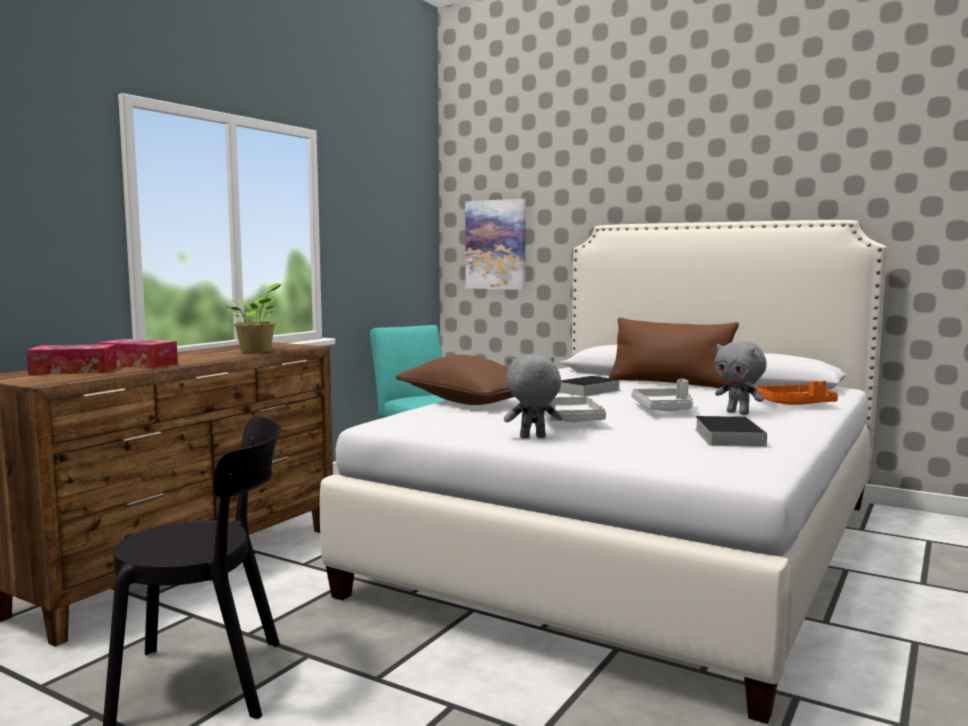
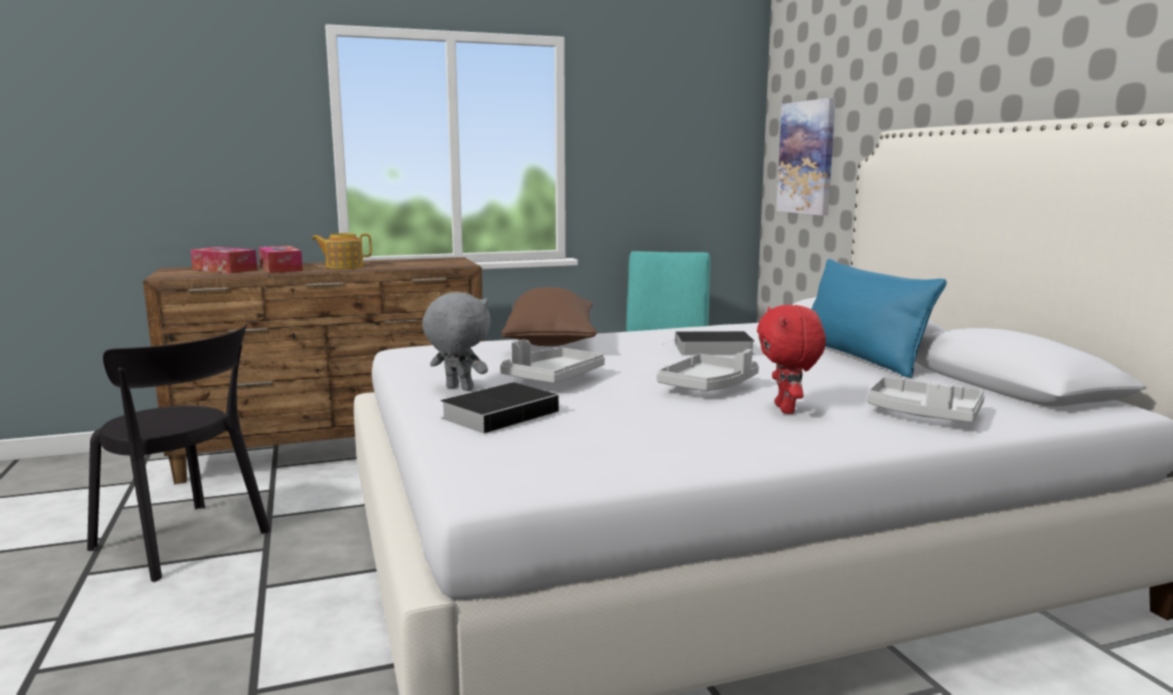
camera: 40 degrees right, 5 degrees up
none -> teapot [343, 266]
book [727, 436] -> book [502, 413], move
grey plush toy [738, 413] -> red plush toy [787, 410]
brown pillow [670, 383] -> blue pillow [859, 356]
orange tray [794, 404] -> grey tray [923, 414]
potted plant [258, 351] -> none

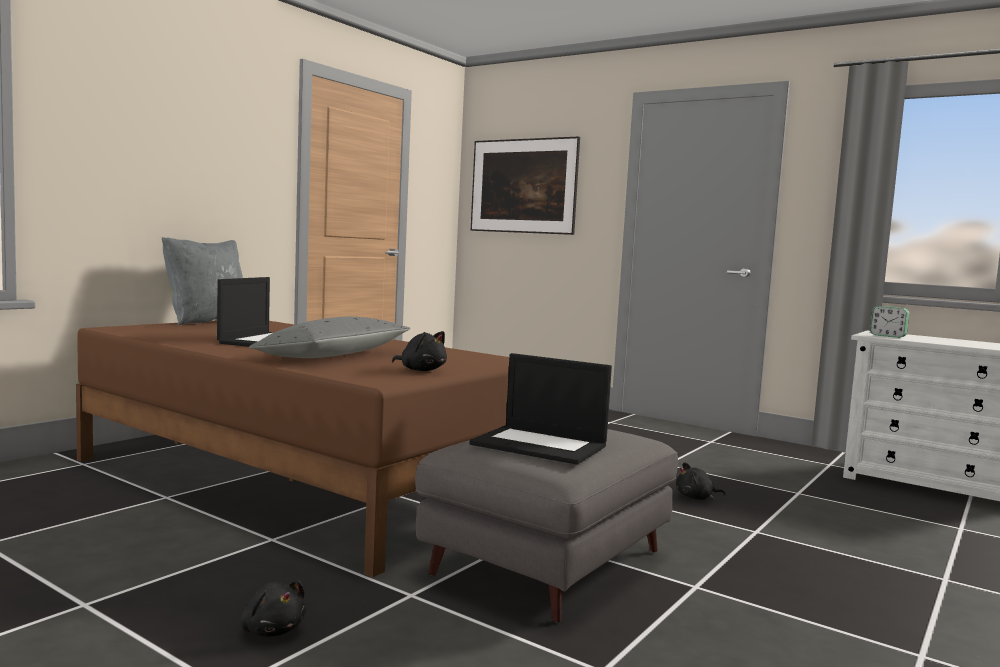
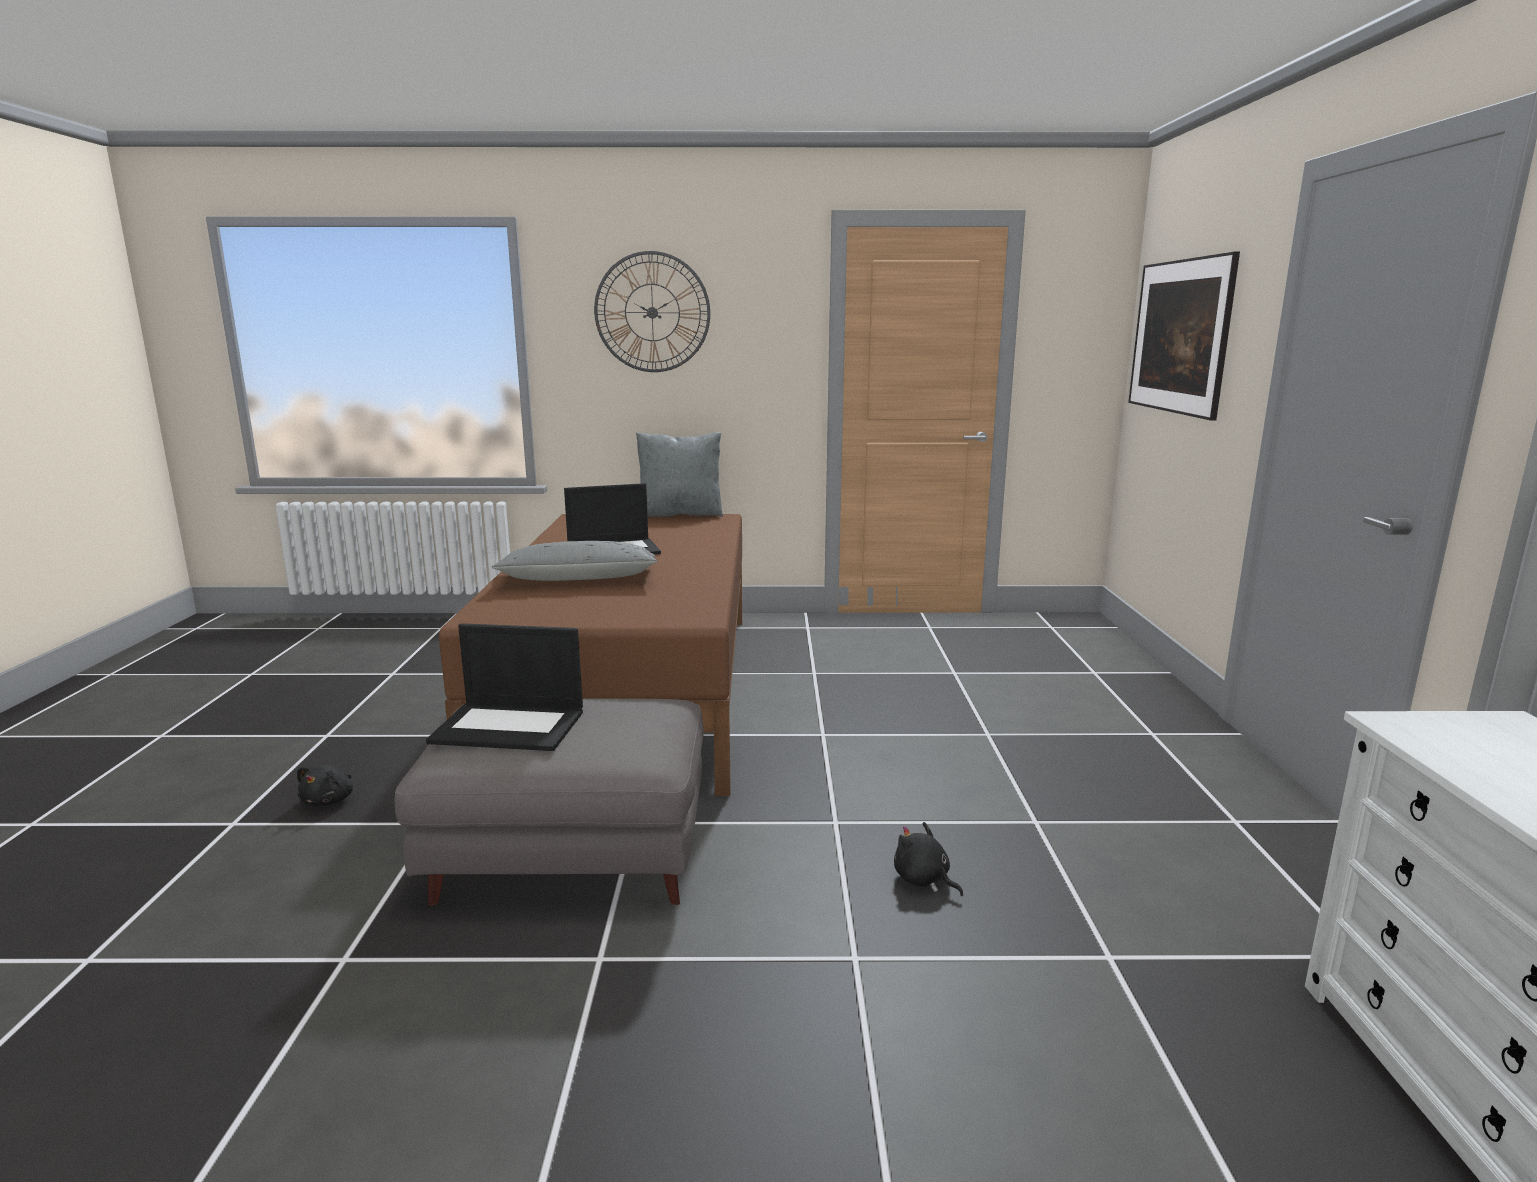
camera: 55 degrees right, 10 degrees up
laptop [541, 445] -> laptop [510, 726], 75 degrees counterclockwise
none -> wall clock [652, 312]
black plush toy [421, 370] -> none
alarm clock [887, 336] -> none

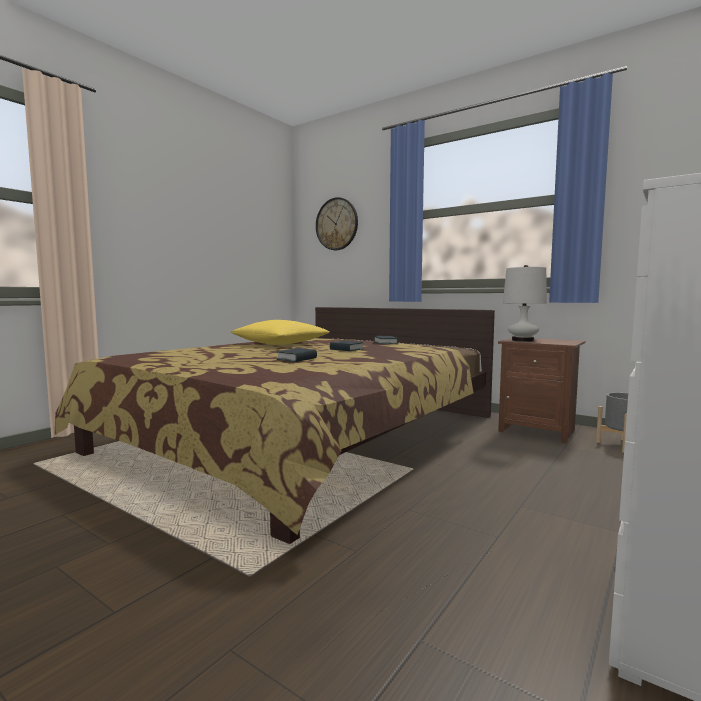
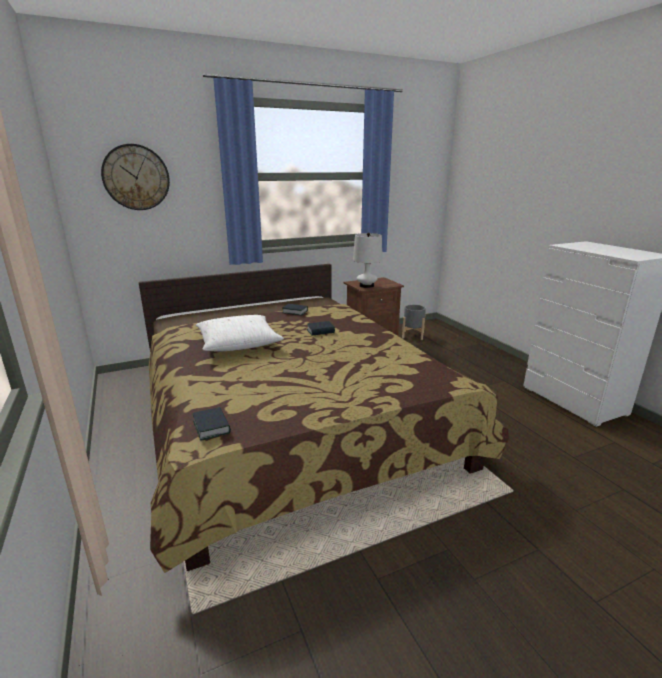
camera: 60 degrees left, 15 degrees up
book [297, 359] -> book [211, 427], move
yellow pillow [281, 344] -> white pillow [238, 343]

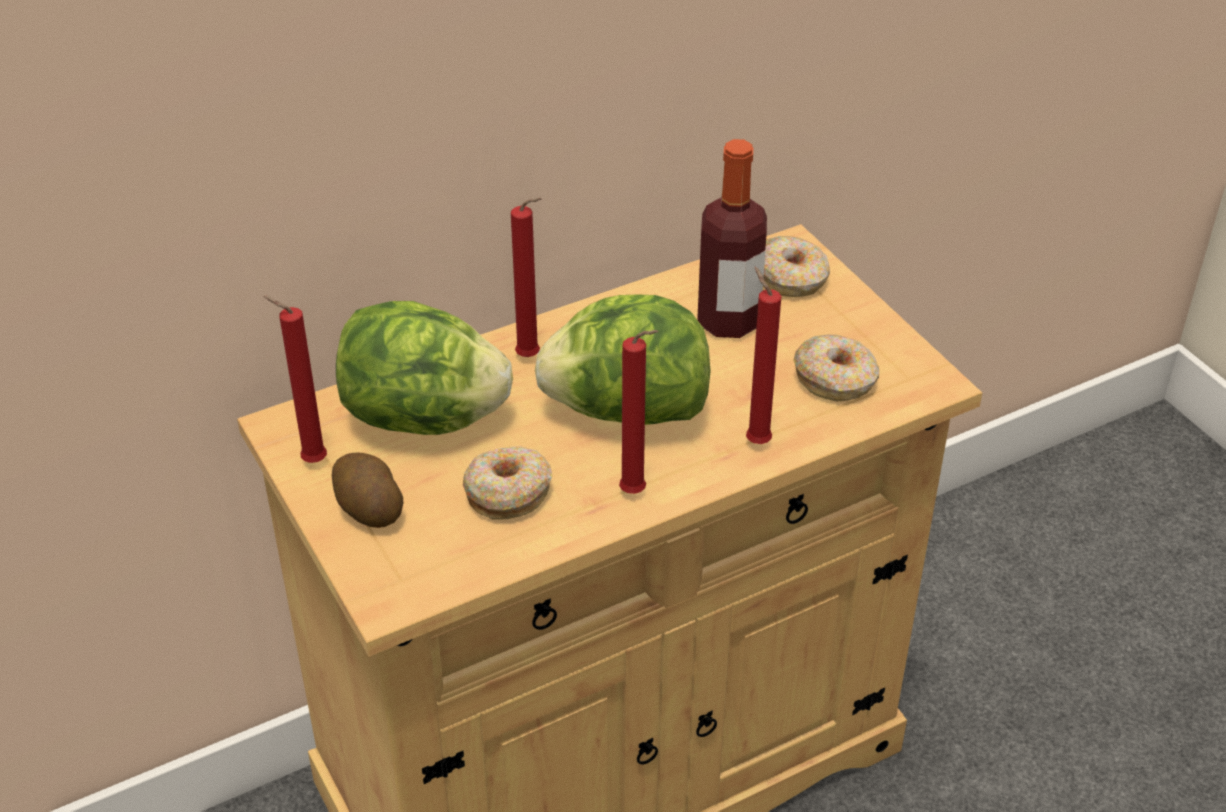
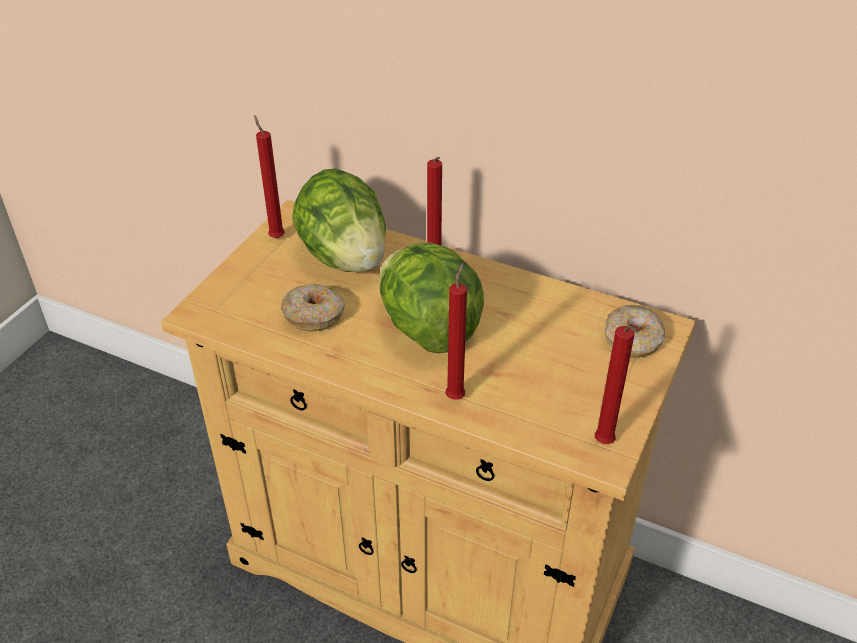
camera: 55 degrees right, 0 degrees up
red candle [636, 494] -> red candle [605, 445], move
potato [368, 508] -> none
bottle [728, 321] -> none
donut [836, 379] -> none

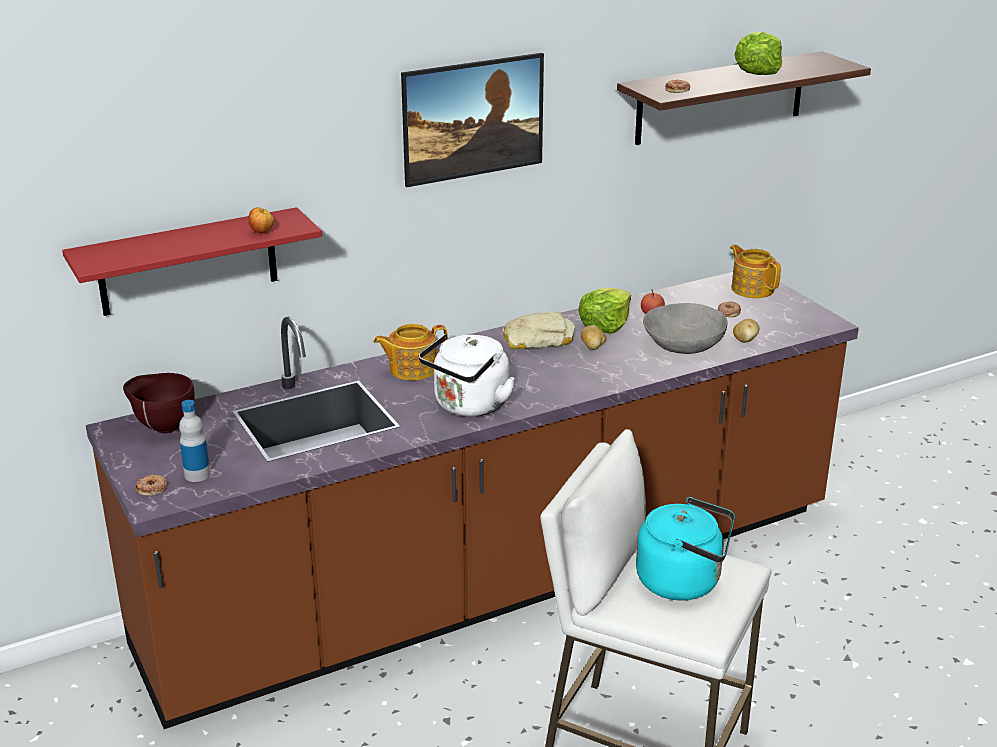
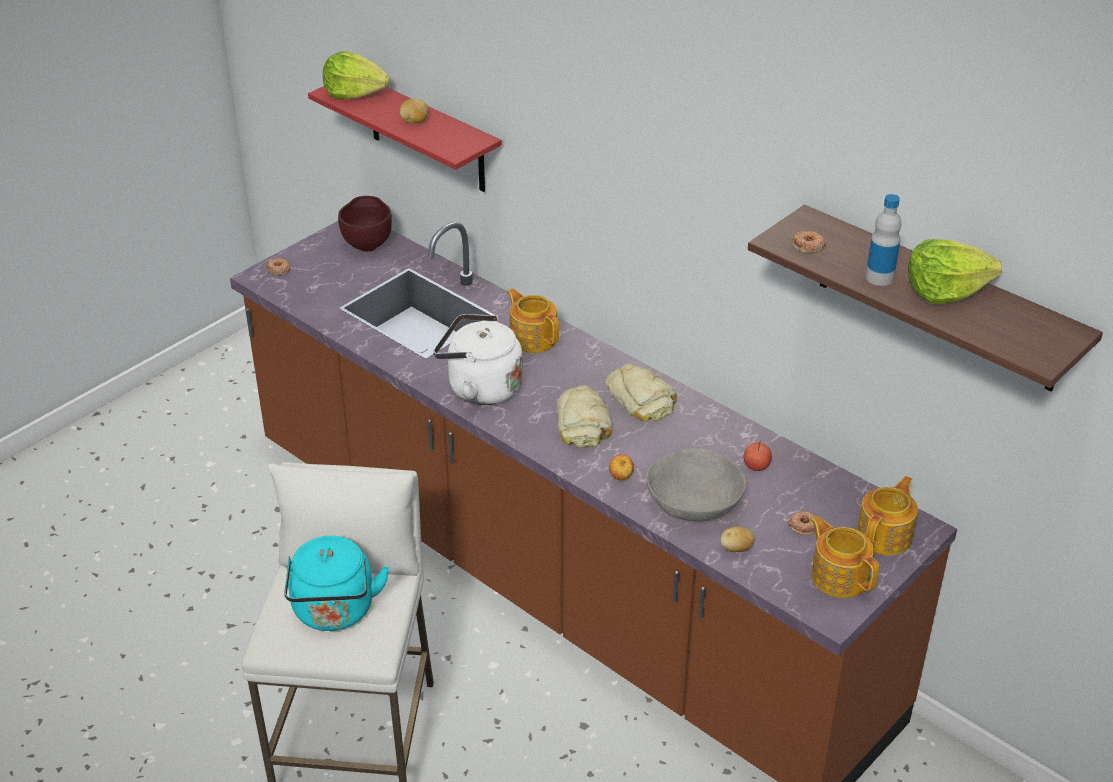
camera: 70 degrees right, 10 degrees up
lettuce [605, 325] -> lettuce [355, 93], move
potato [593, 347] -> potato [414, 122], move
none -> bread [583, 423]
apple [262, 232] -> apple [621, 478], move
none -> teapot [839, 576]
bottle [197, 475] -> bottle [879, 277], move
picture [473, 146] -> none

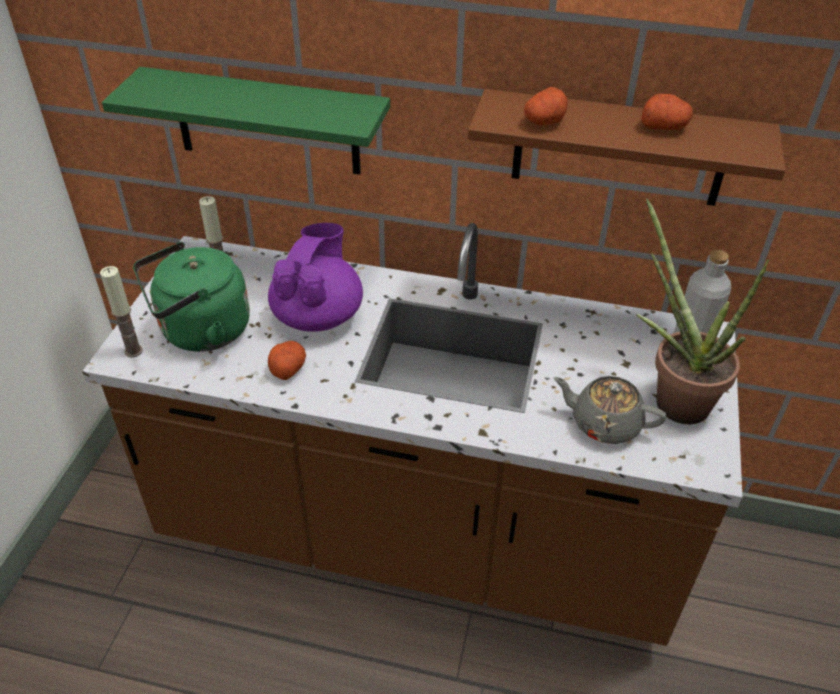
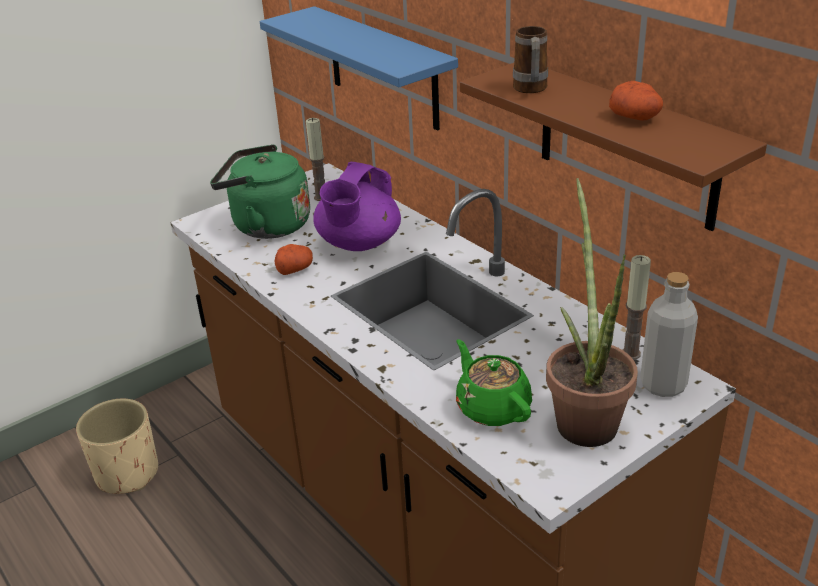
camera: 40 degrees right, 10 degrees down
none -> beige planter [127, 474]
green shelf [267, 122] -> blue shelf [382, 68]
purple teapot [318, 315] -> purple teapot [358, 244], 150 degrees clockwise
grey teapot [604, 423] -> green teapot [492, 407]
potato [544, 122] -> mug [530, 90]
candle [133, 351] -> candle [631, 354], move

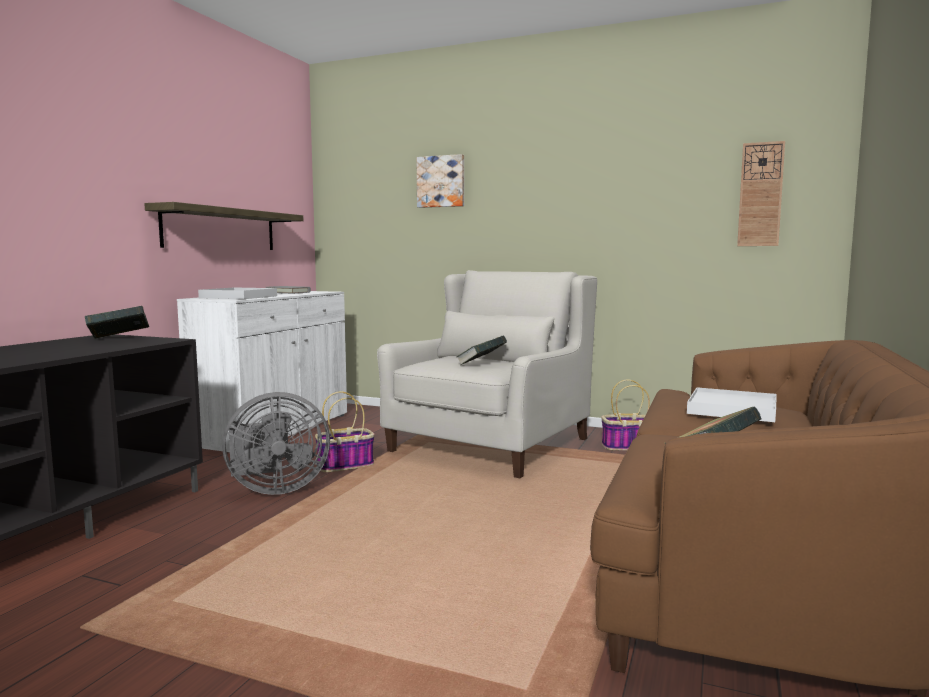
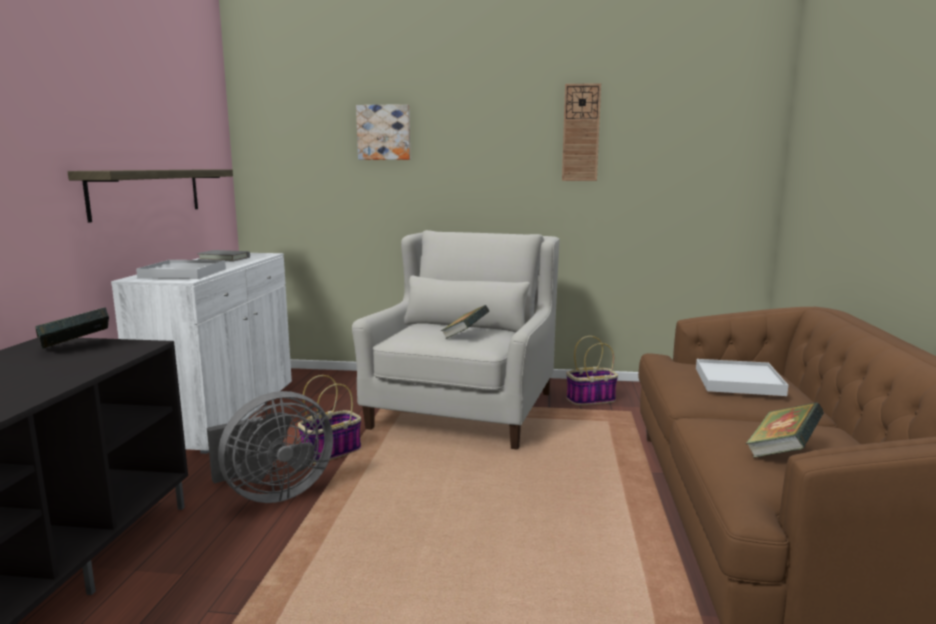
camera: 15 degrees left, 5 degrees up
wall clock [760, 194] -> wall clock [581, 133], move

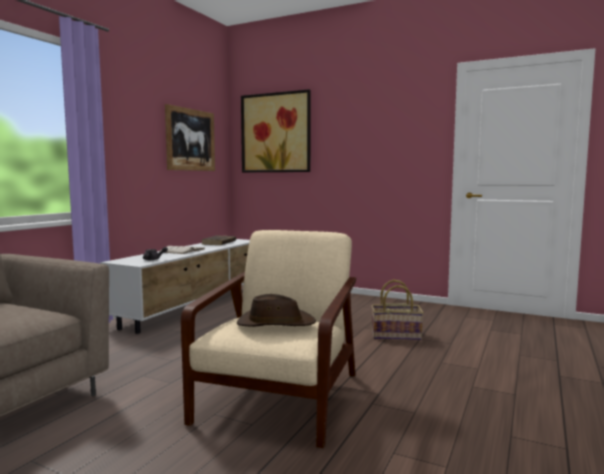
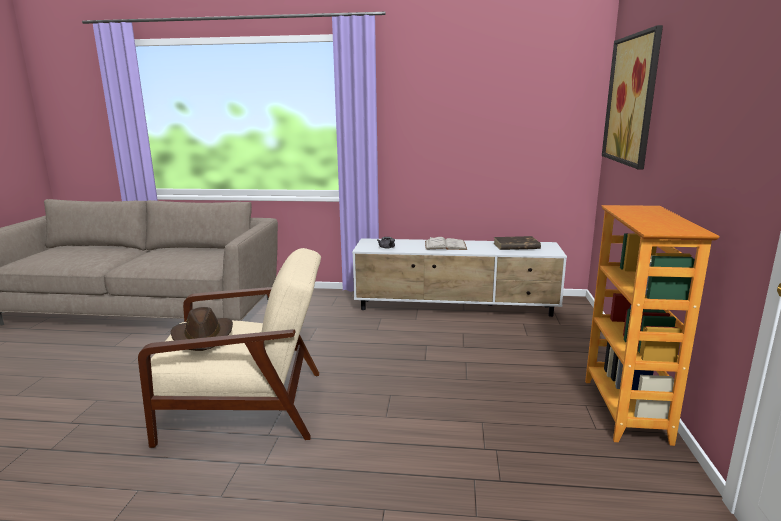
camera: 70 degrees right, 10 degrees up
none -> bookcase [627, 410]
picture [190, 140] -> none
basket [396, 335] -> none

